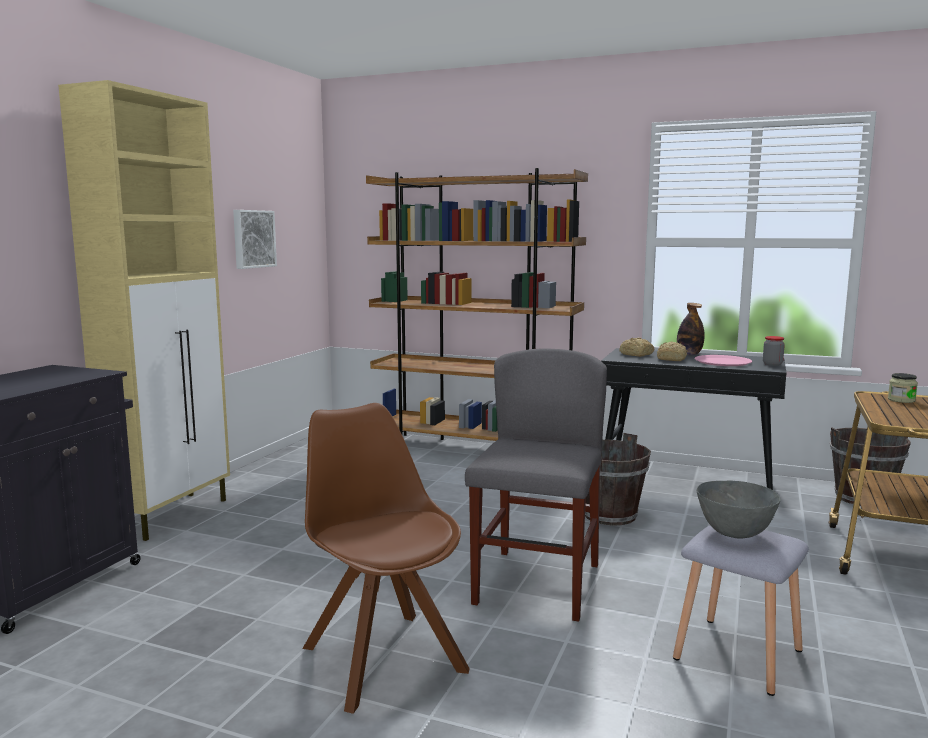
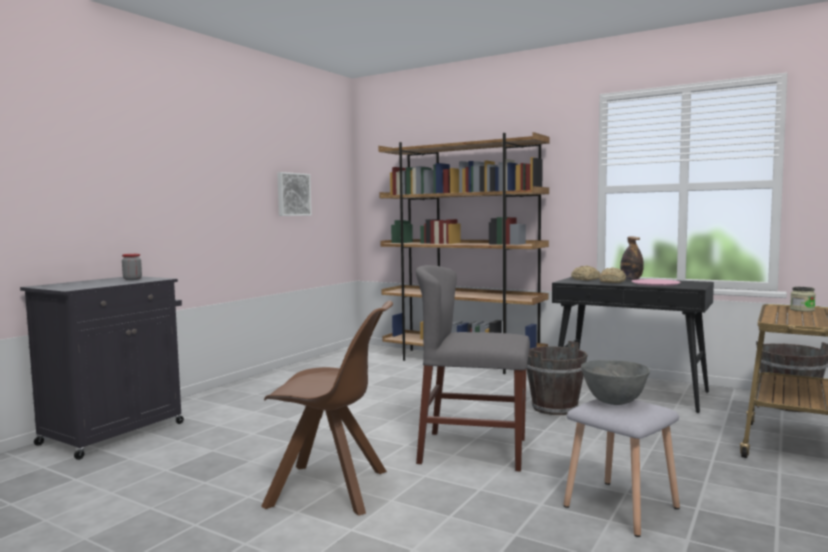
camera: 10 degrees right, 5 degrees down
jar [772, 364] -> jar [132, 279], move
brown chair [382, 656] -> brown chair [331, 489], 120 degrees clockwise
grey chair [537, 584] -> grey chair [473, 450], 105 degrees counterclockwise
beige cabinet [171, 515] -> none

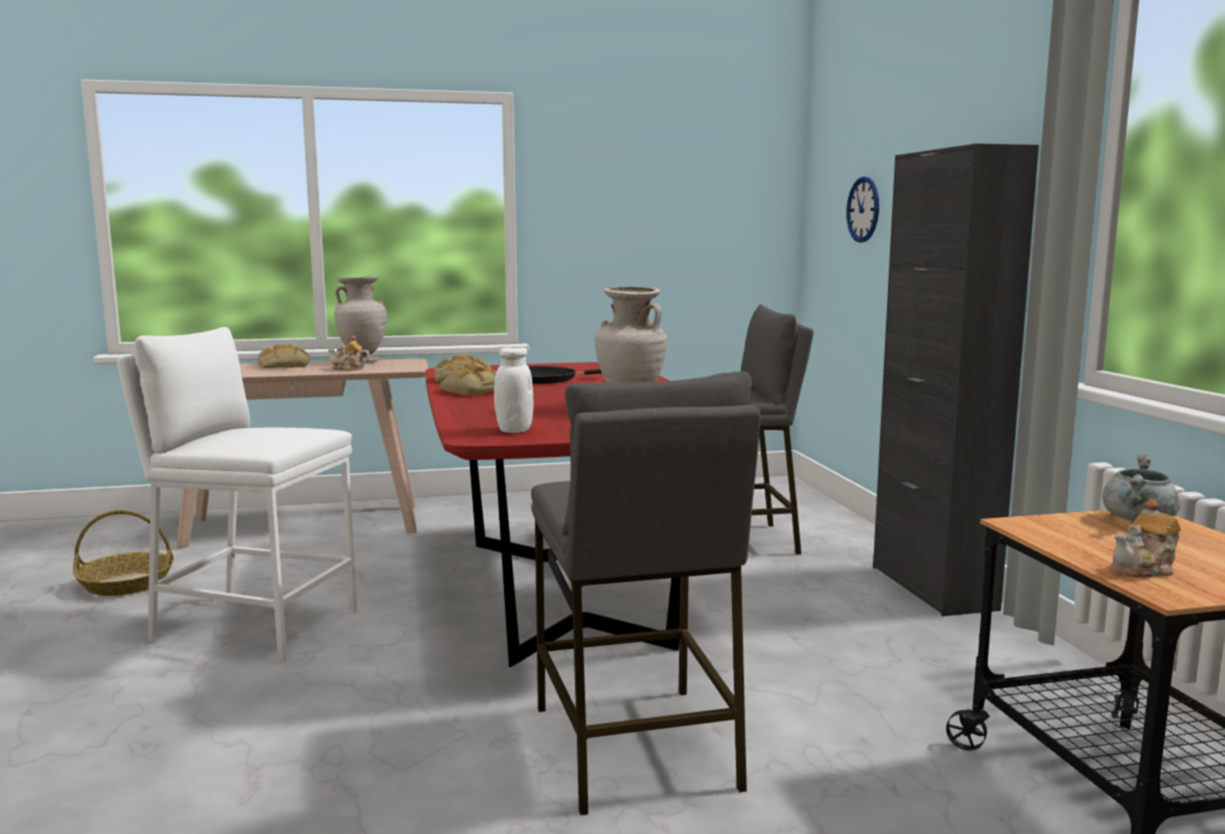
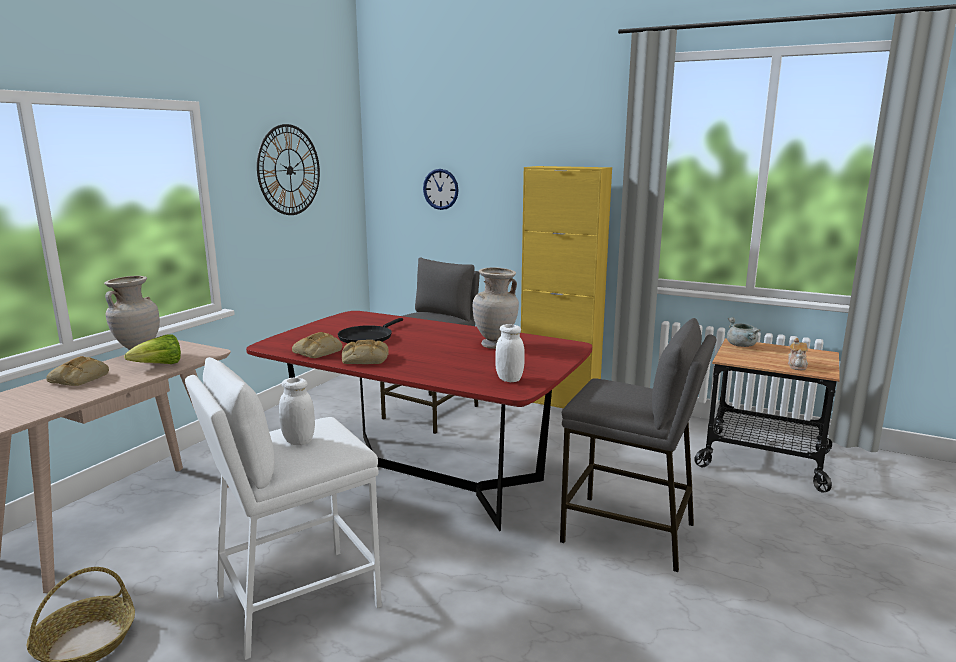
camera: 50 degrees left, 5 degrees up
teapot [348, 369] -> lettuce [159, 365]
none -> wall clock [289, 170]
none -> white jar [298, 441]
black cabinet [933, 588] -> yellow cabinet [559, 402]

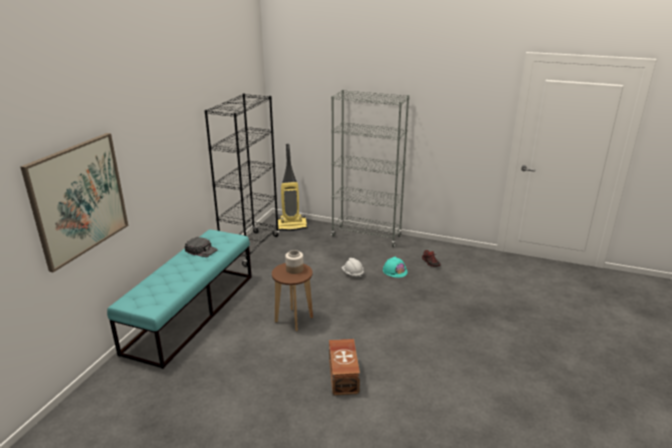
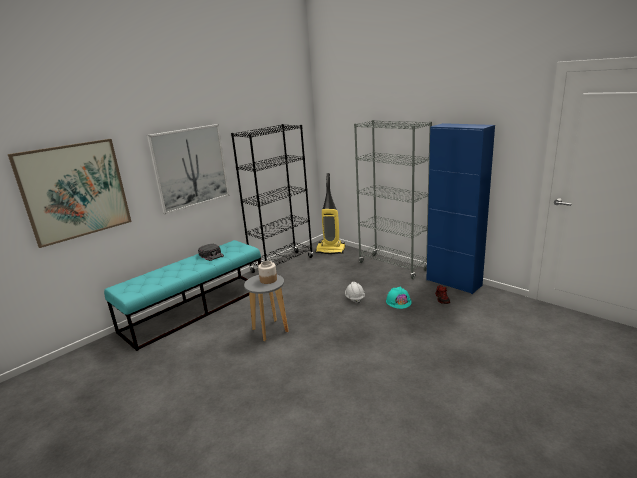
camera: 25 degrees right, 5 degrees down
none -> picture [190, 167]
brown stool [294, 320] -> grey stool [270, 330]
none -> blue cabinet [453, 282]
brown storage box [344, 375] -> none

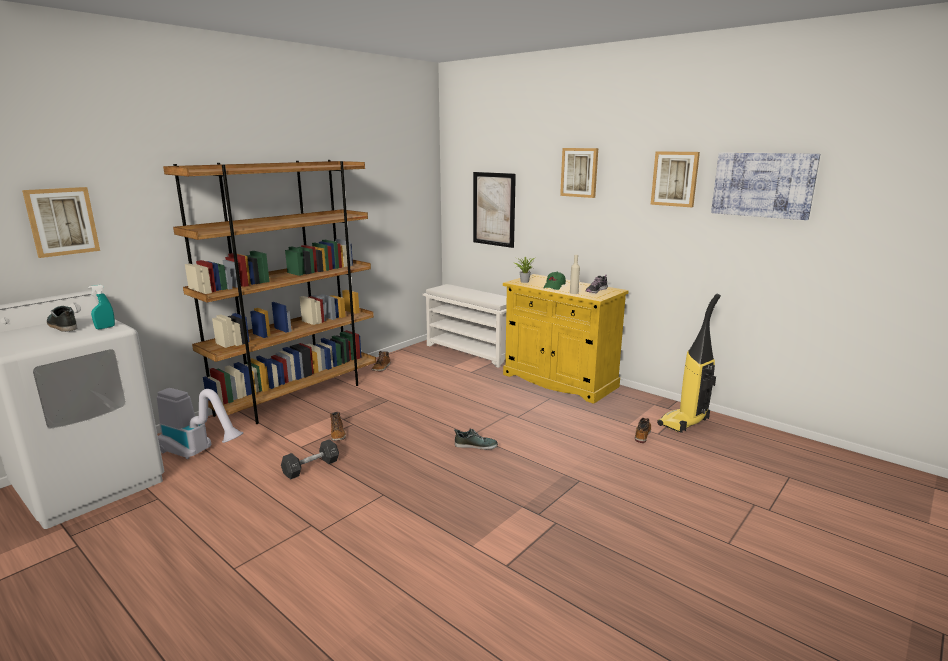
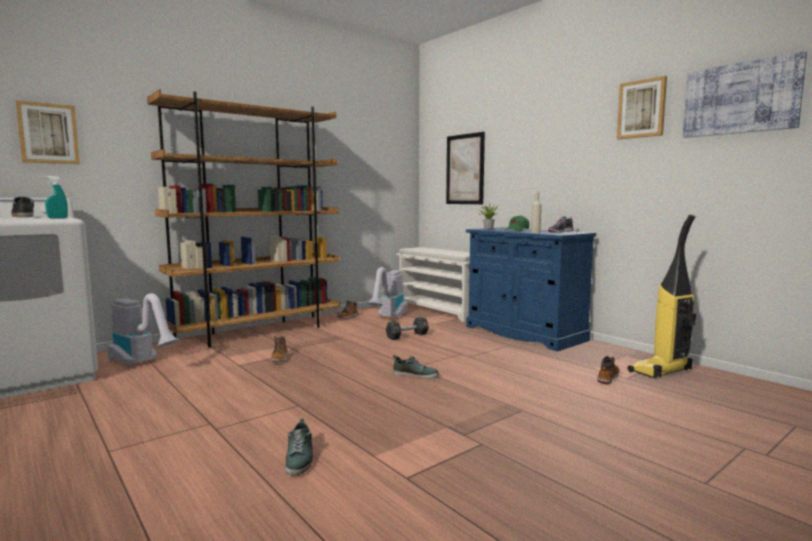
camera: 10 degrees right, 10 degrees down
none -> shoe [300, 459]
none -> vacuum cleaner [388, 318]
black dumbbell [311, 467] -> black dumbbell [407, 336], move
yellow cabinet [559, 380] -> blue cabinet [524, 333]
picture [579, 172] -> none

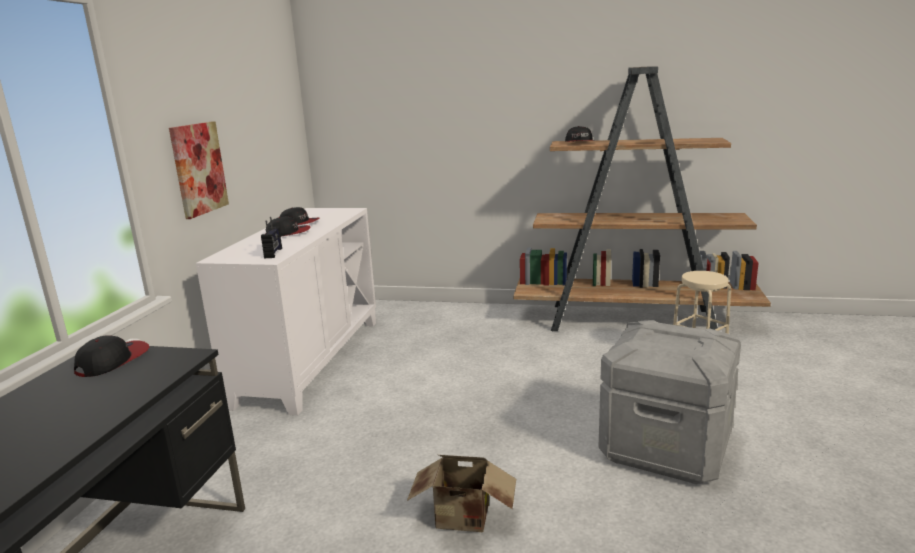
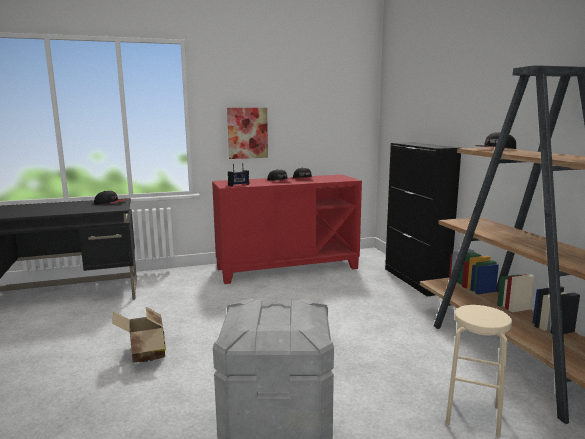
camera: 60 degrees right, 5 degrees down
white cabinet [310, 360] -> red cabinet [287, 268]
none -> black cabinet [415, 280]

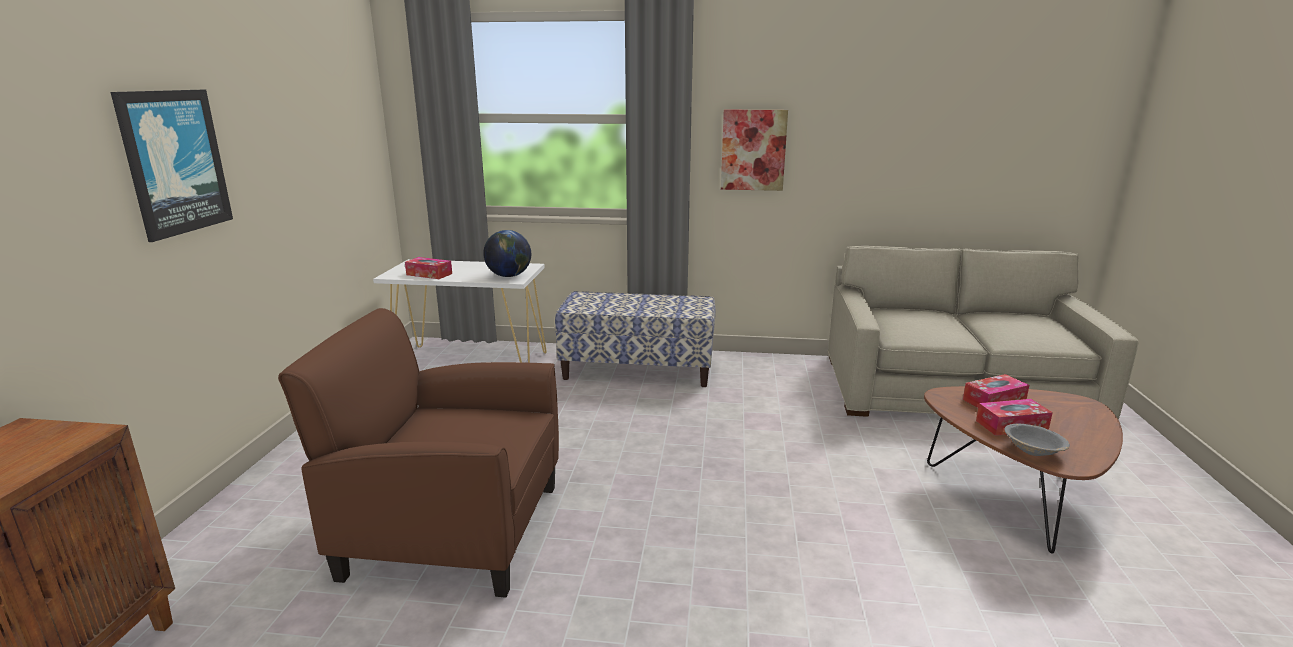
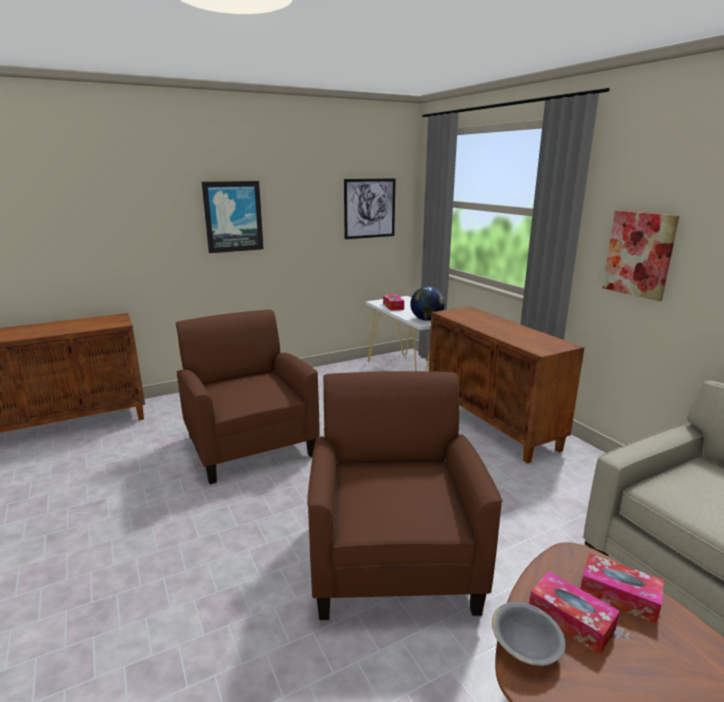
camera: 55 degrees right, 0 degrees up
none -> brown armchair [393, 559]
none -> picture [369, 208]
bench [638, 370] -> brown cabinet [491, 423]

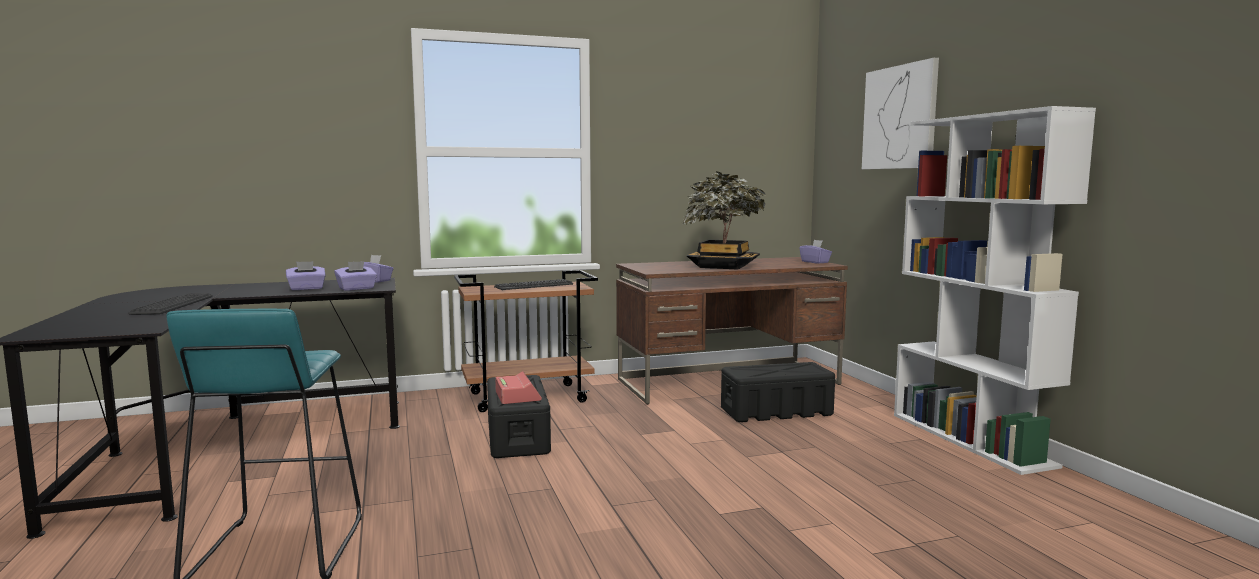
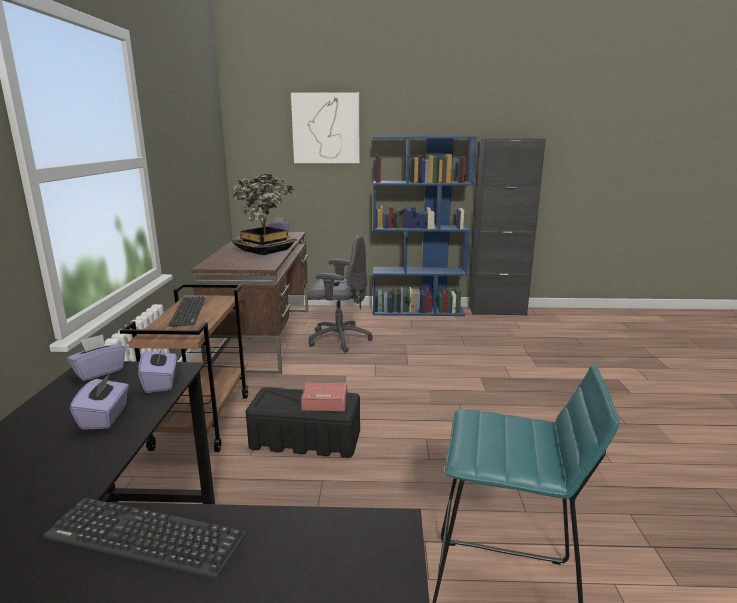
camera: 70 degrees left, 10 degrees up
black storage box [775, 411] -> grey office chair [338, 339]
white bookcase [971, 439] -> blue bookcase [418, 311]
none -> black cabinet [497, 311]

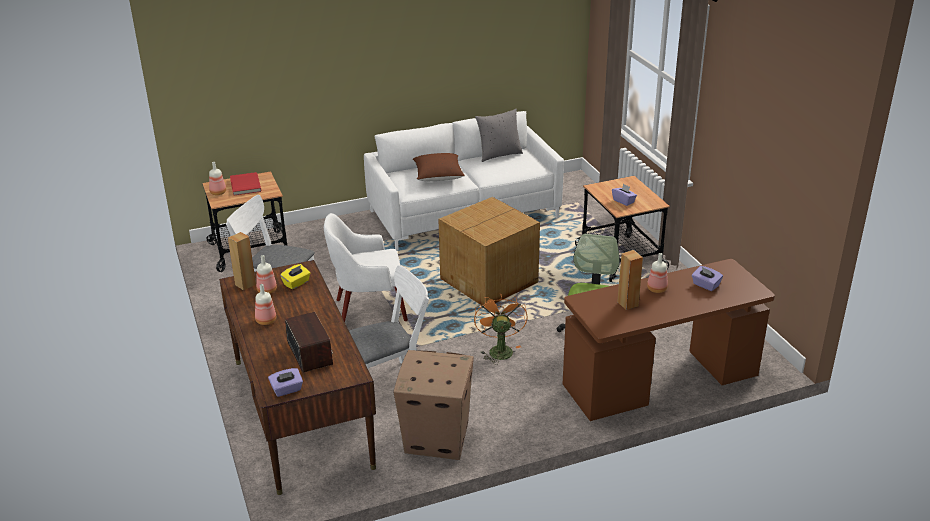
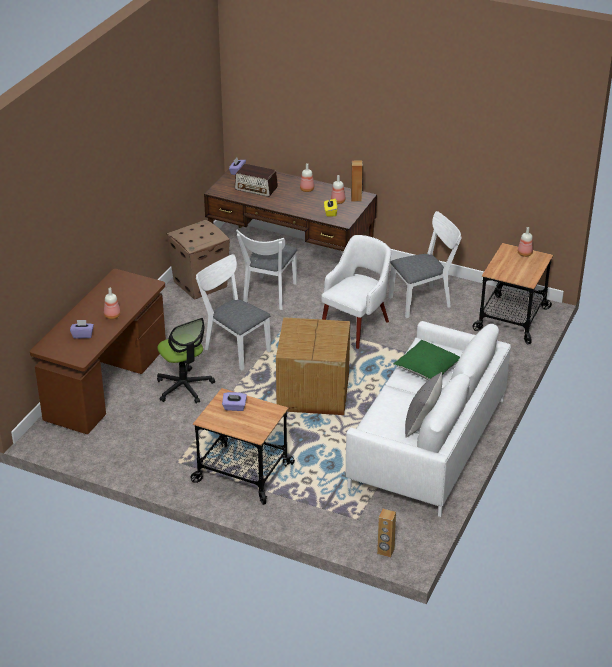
camera: 135 degrees right, 5 degrees up
orange fan [499, 349] -> white chair [234, 348]
brown speaker [628, 304] -> brown speaker [385, 551], move
brown pillow [438, 176] -> green pillow [427, 370]
red book [244, 185] -> none

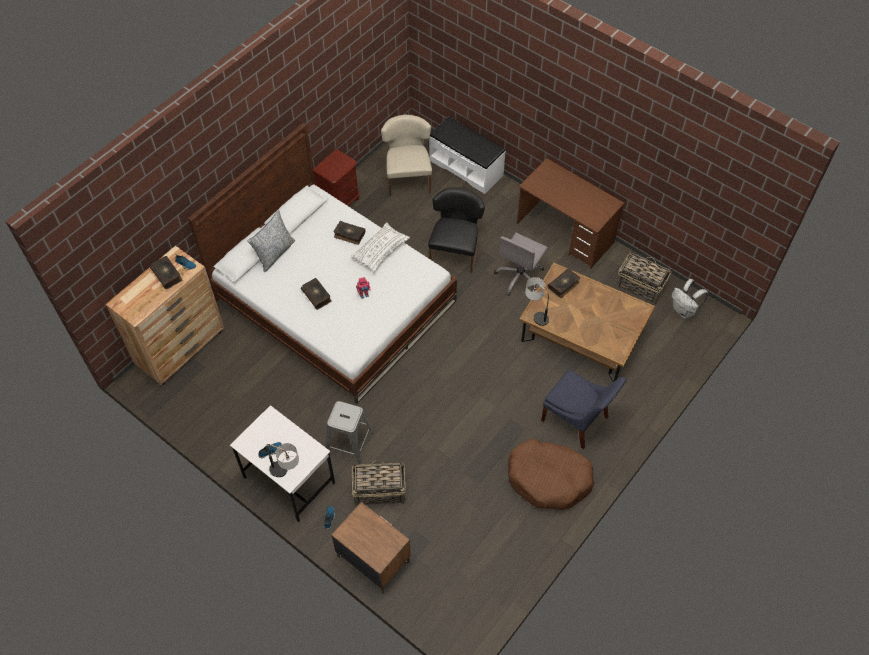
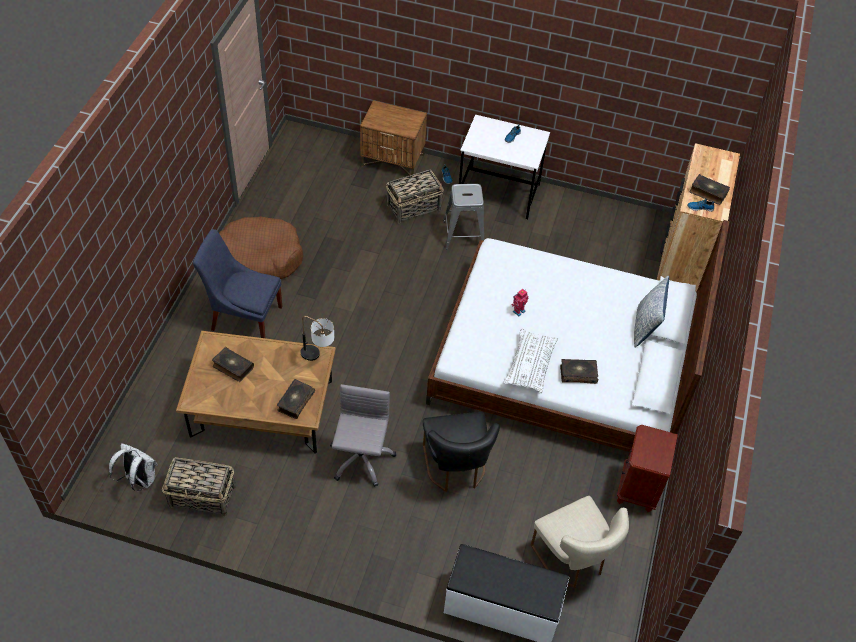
camera: 155 degrees right, 5 degrees down
book [317, 296] -> book [232, 367], move
table lamp [286, 472] -> none
brown desk [565, 233] -> none

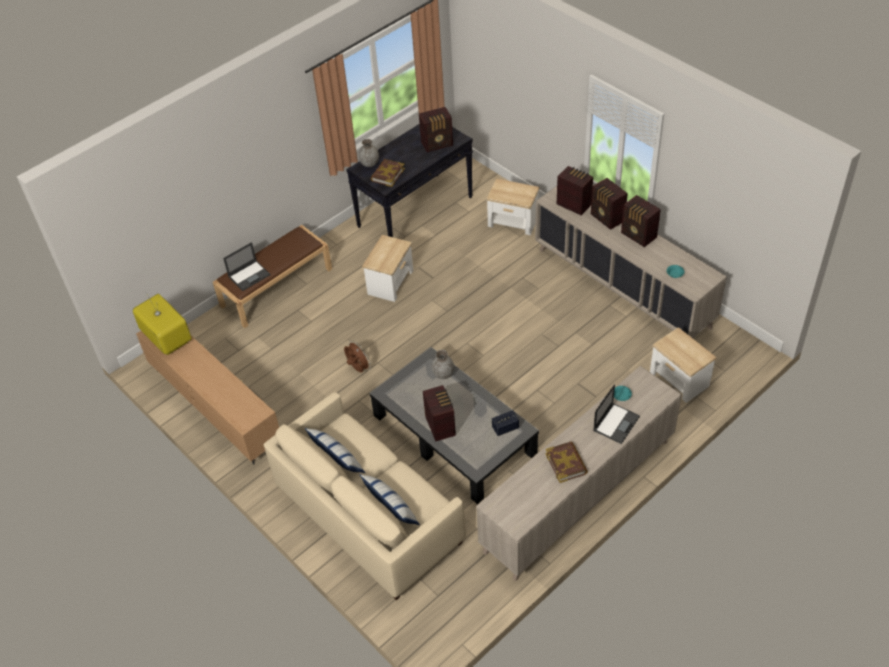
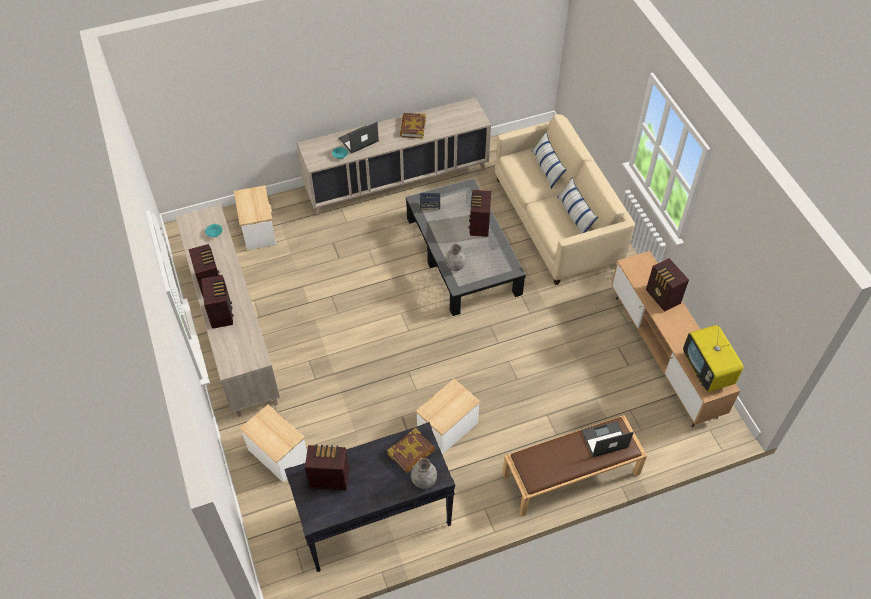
camera: 160 degrees left, 5 degrees up
radio [573, 204] -> radio [662, 298], move
brown fan [357, 368] -> none

